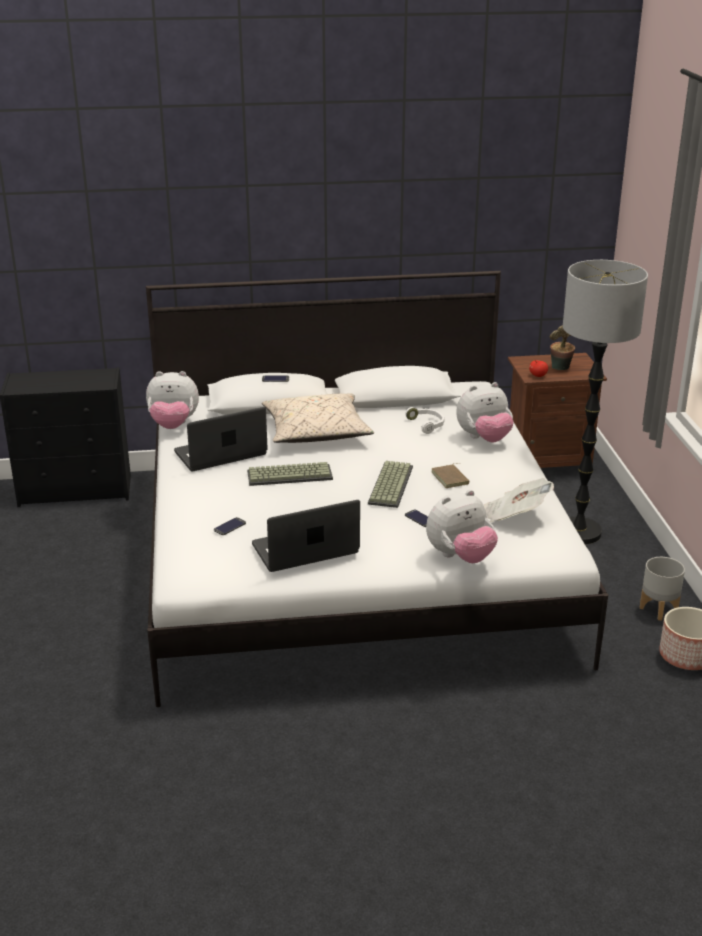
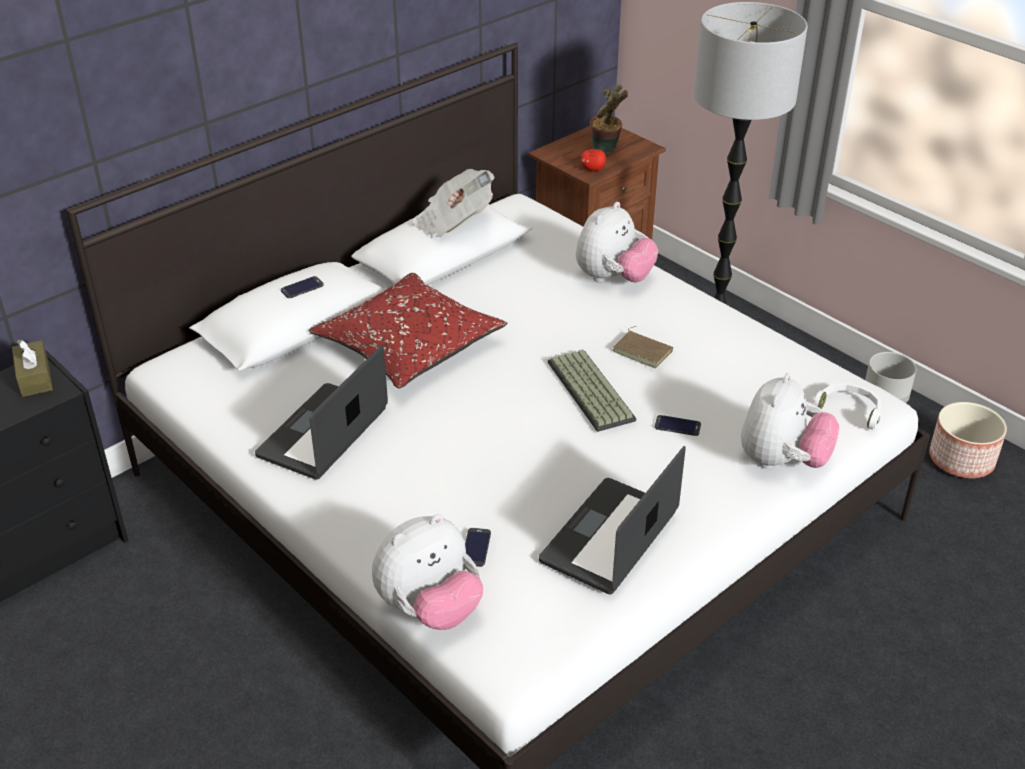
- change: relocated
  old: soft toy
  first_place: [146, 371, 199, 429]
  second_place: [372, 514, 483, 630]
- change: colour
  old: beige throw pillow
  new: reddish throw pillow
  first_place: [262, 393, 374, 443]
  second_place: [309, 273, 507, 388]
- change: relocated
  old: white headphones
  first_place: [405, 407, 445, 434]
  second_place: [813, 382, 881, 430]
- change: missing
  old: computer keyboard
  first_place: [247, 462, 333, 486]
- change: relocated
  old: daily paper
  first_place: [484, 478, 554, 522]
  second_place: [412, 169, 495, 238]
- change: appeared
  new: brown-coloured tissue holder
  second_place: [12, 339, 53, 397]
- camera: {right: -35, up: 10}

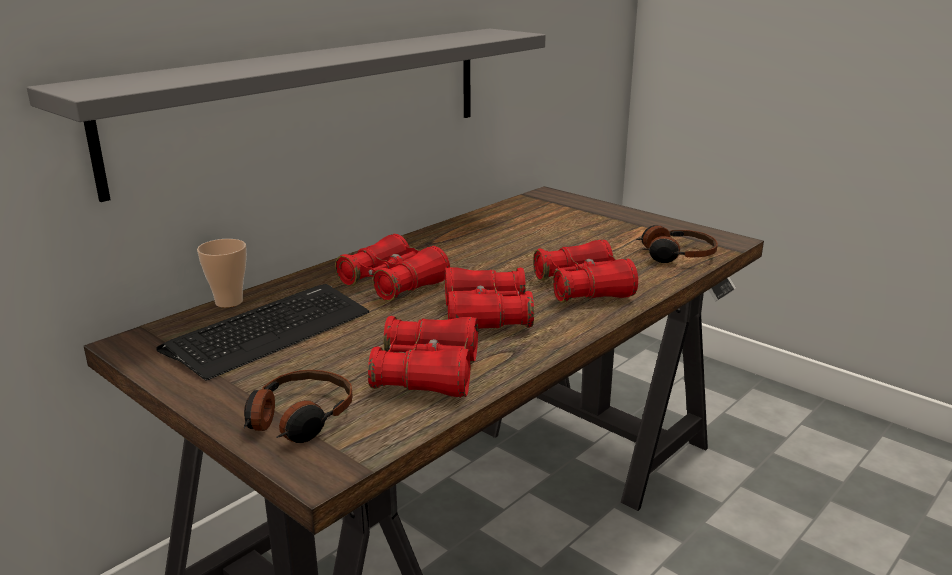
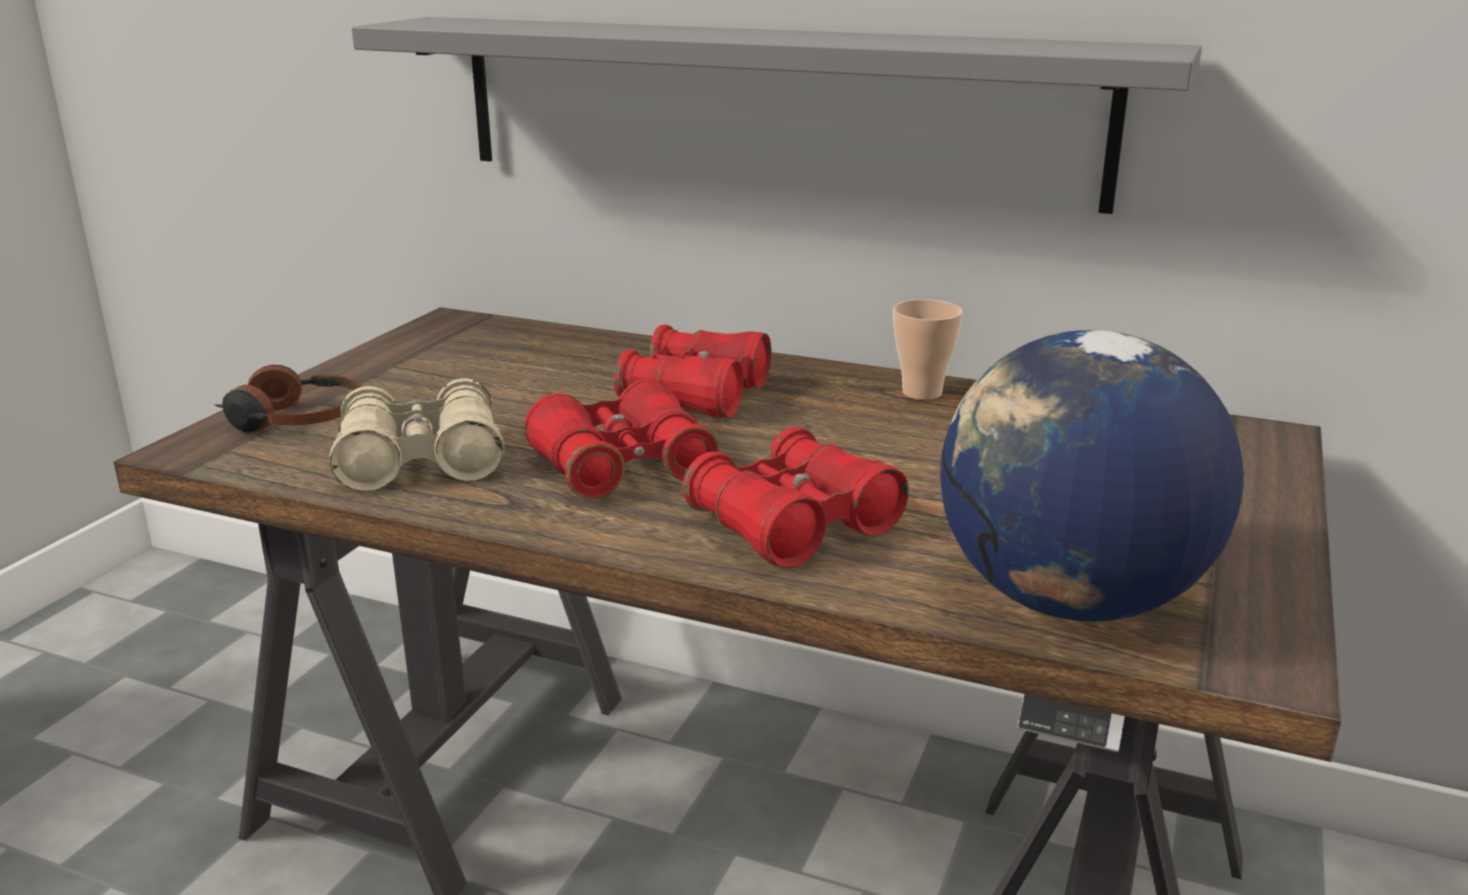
- change: exchanged
  old: headphones
  new: desk globe
  first_place: [636, 225, 718, 263]
  second_place: [940, 330, 1244, 622]
- change: relocated
  old: cup
  first_place: [197, 239, 247, 308]
  second_place: [893, 299, 963, 400]
- change: missing
  old: computer keyboard
  first_place: [156, 284, 369, 381]
- change: colour
  old: reddish pair of binoculars
  new: beige pair of binoculars
  first_place: [368, 316, 478, 398]
  second_place: [329, 378, 504, 492]
- camera: {right: 70, up: 0}

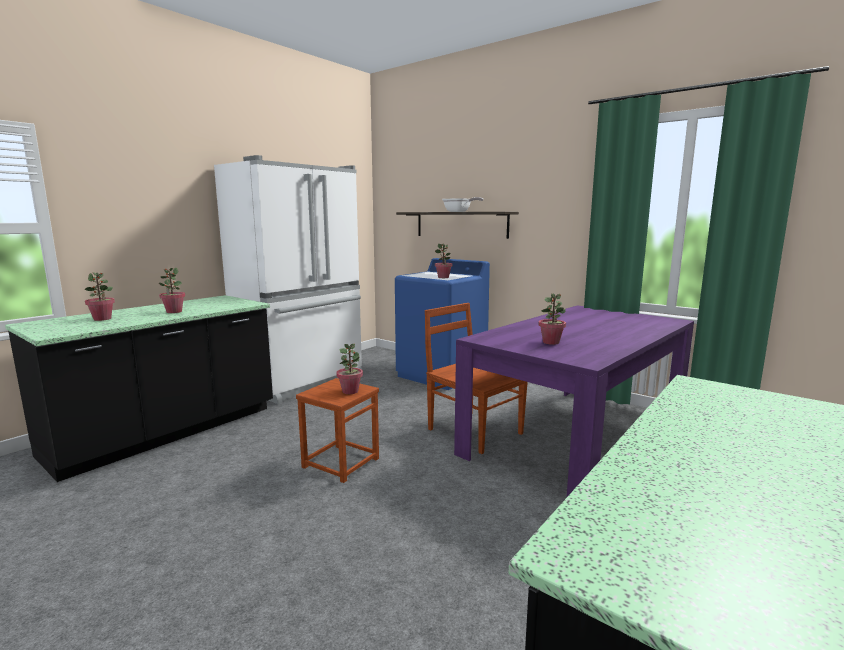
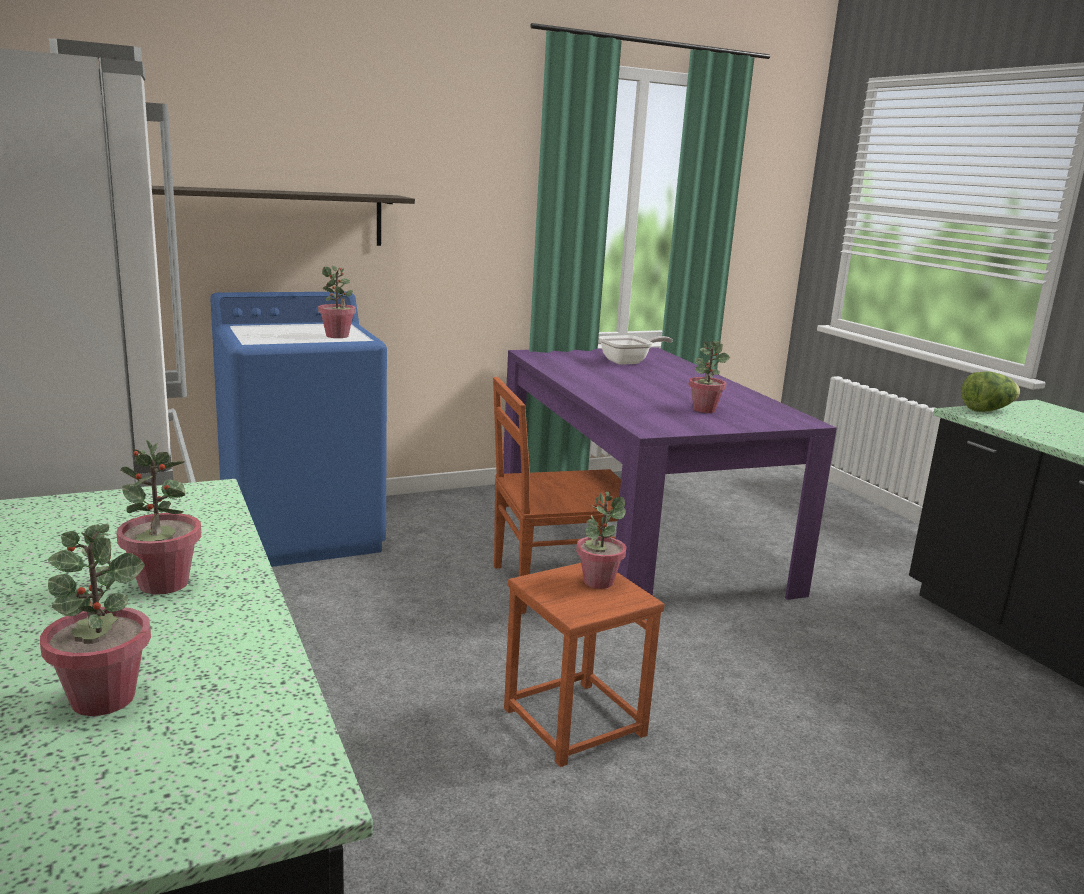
- change: relocated
  old: skillet
  first_place: [442, 197, 484, 212]
  second_place: [599, 335, 673, 365]
- change: appeared
  new: head of lettuce
  second_place: [961, 371, 1020, 412]
- camera: {right: -65, up: 5}

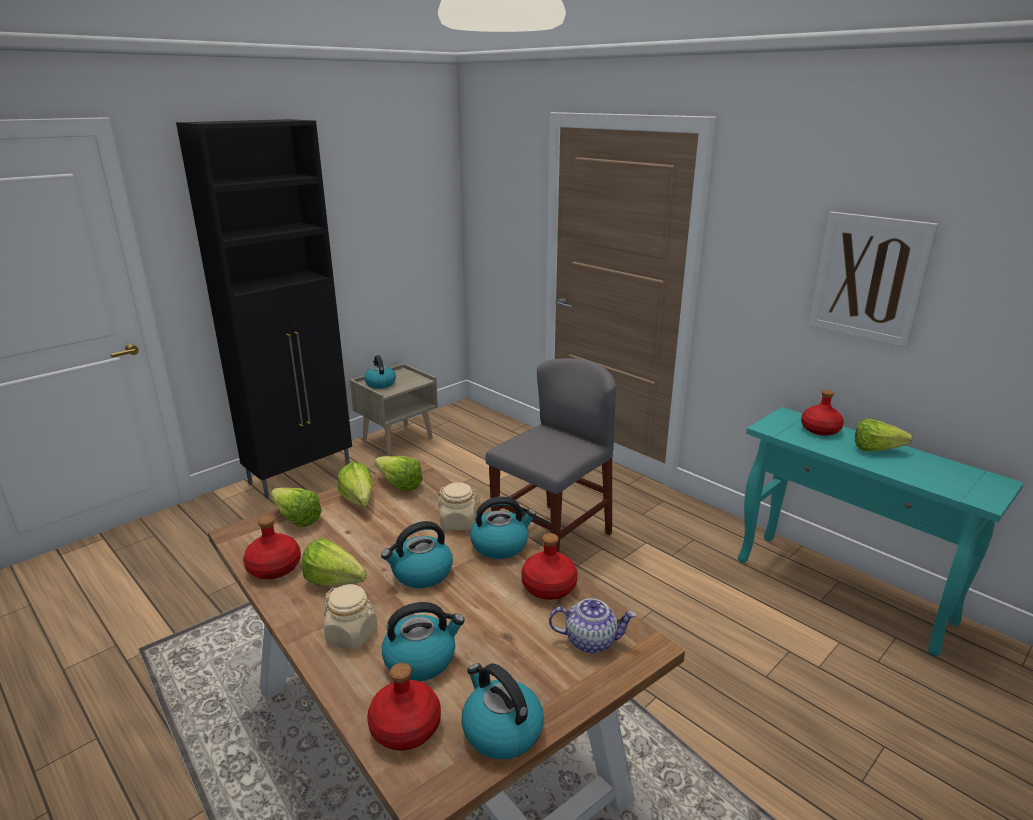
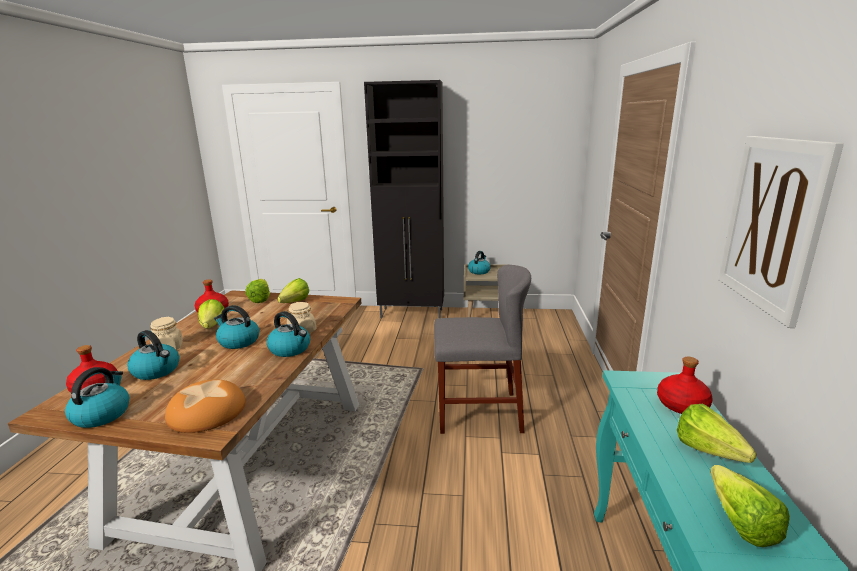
- change: relocated
  old: head of lettuce
  first_place: [374, 456, 423, 492]
  second_place: [710, 465, 790, 547]
- change: missing
  old: reddish drink bottle
  first_place: [521, 533, 578, 600]
- change: exchanged
  old: teapot
  new: bread
  first_place: [549, 598, 636, 653]
  second_place: [165, 380, 246, 433]
- camera: {right: 50, up: -5}

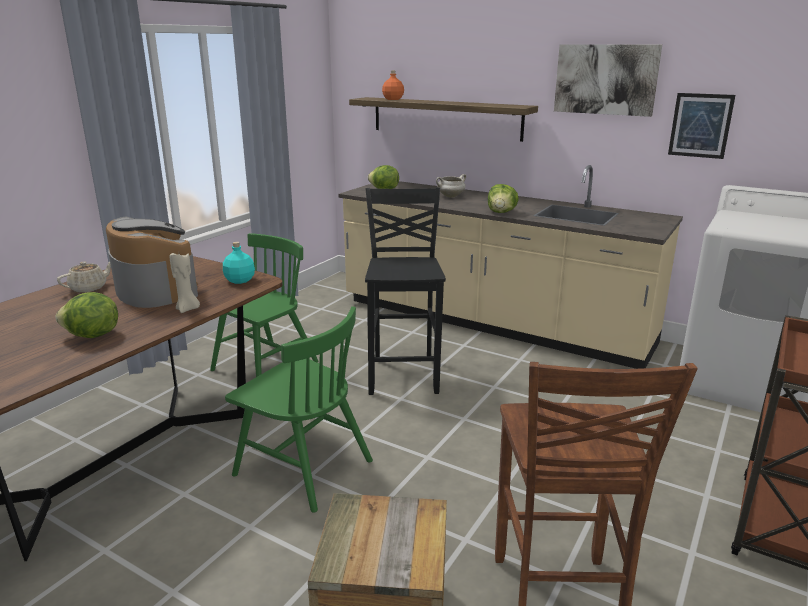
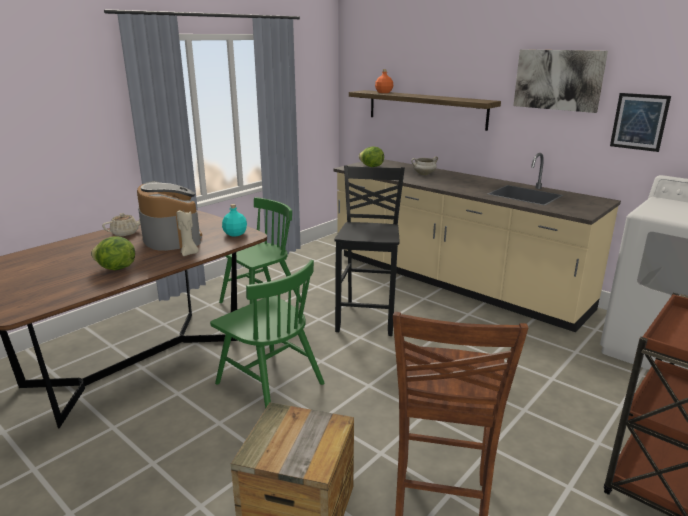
- change: missing
  old: head of lettuce
  first_place: [488, 184, 519, 213]
- camera: {right: 10, up: 0}

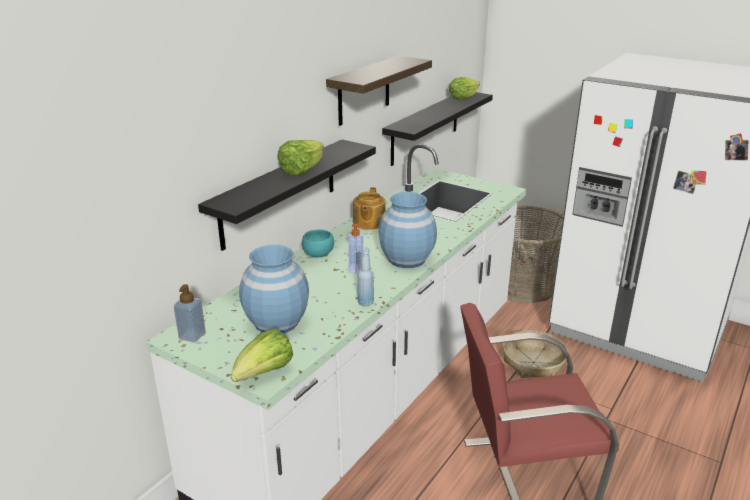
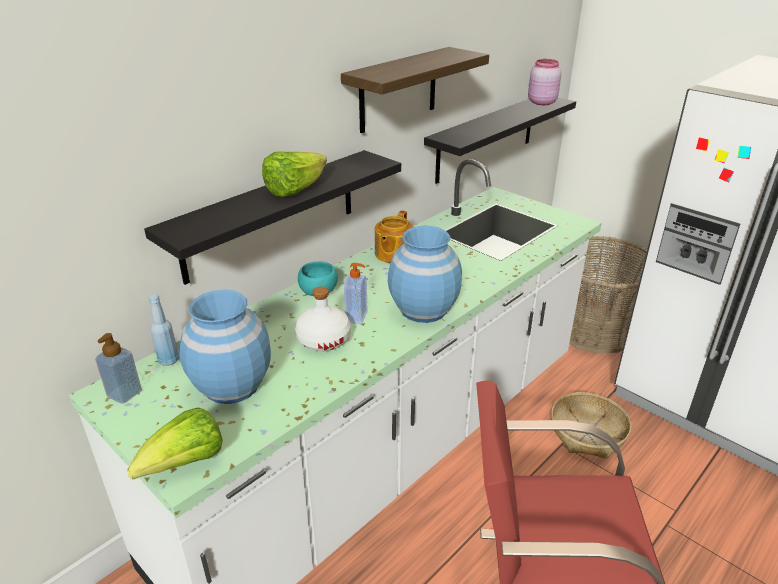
- change: exchanged
  old: head of lettuce
  new: pink-coloured preserve jar
  first_place: [449, 77, 480, 100]
  second_place: [528, 59, 561, 105]
- change: relocated
  old: blue-coloured drink bottle
  first_place: [358, 247, 374, 306]
  second_place: [149, 294, 179, 366]
- change: appeared
  new: white drink bottle
  second_place: [295, 287, 351, 351]
- camera: {right: 10, up: 5}

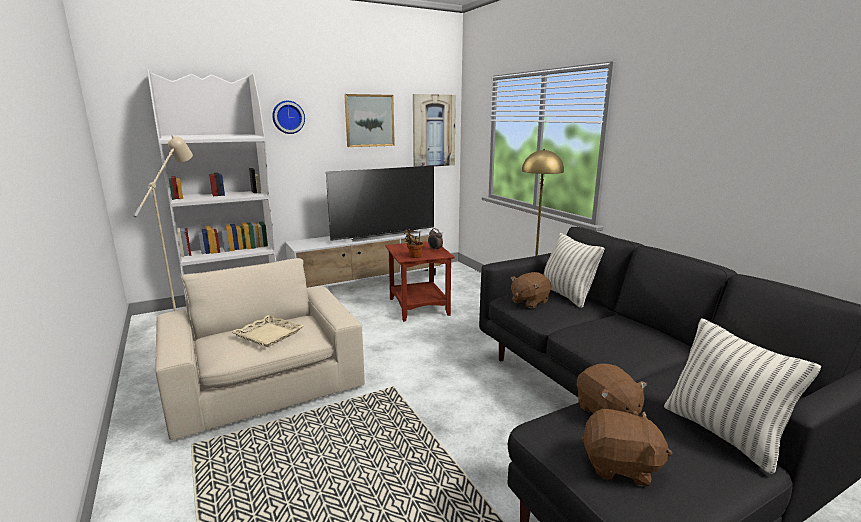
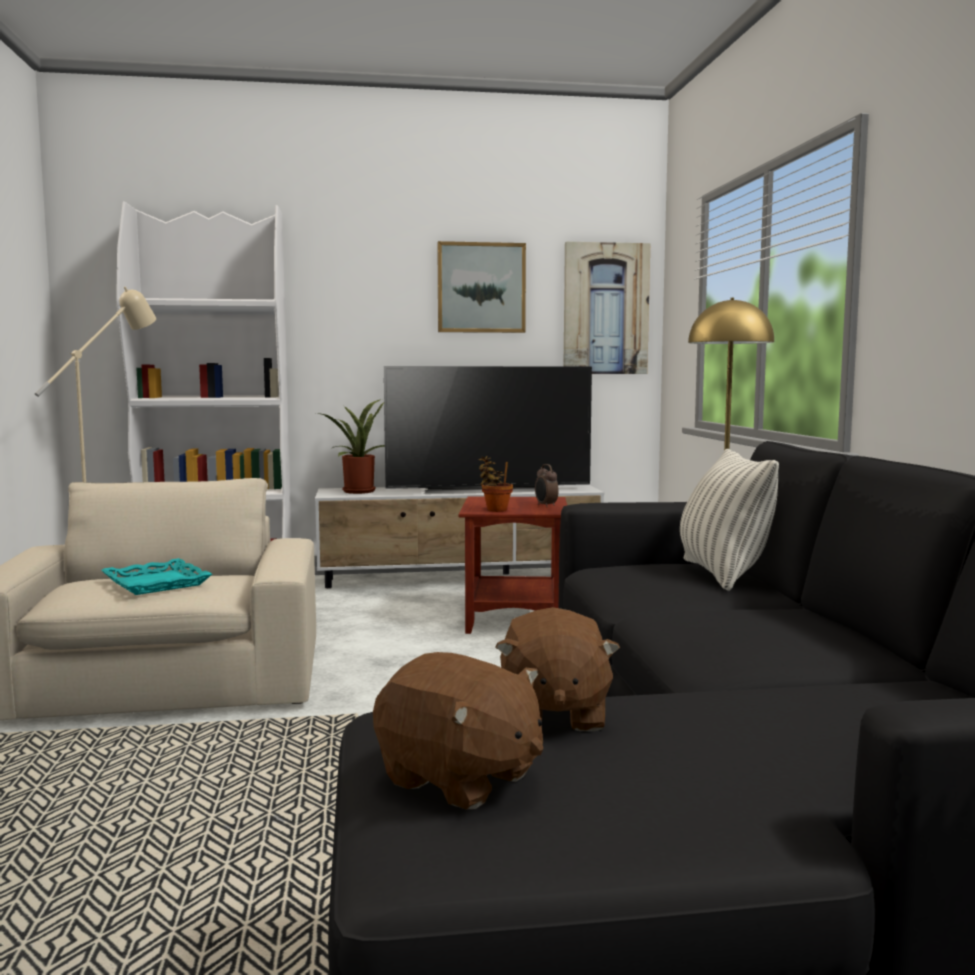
- change: missing
  old: hanging clock
  first_place: [272, 101, 305, 134]
- change: missing
  old: brown-coloured soft toy
  first_place: [511, 272, 551, 308]
- change: colour
  old: beige serving tray
  new: blue-green serving tray
  first_place: [232, 315, 303, 347]
  second_place: [101, 558, 212, 595]
- change: missing
  old: throw pillow
  first_place: [664, 318, 821, 474]
- change: appeared
  new: plant in a pot
  second_place: [316, 399, 385, 494]
- camera: {right: 20, up: -10}

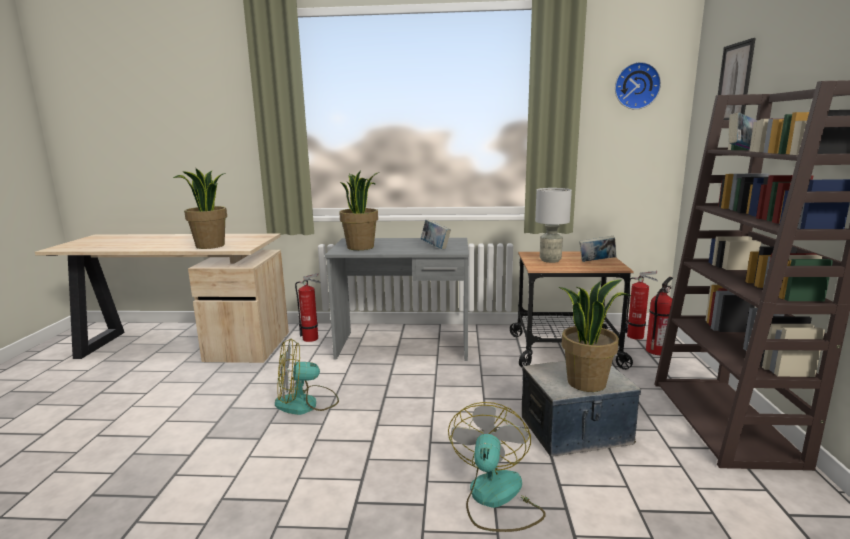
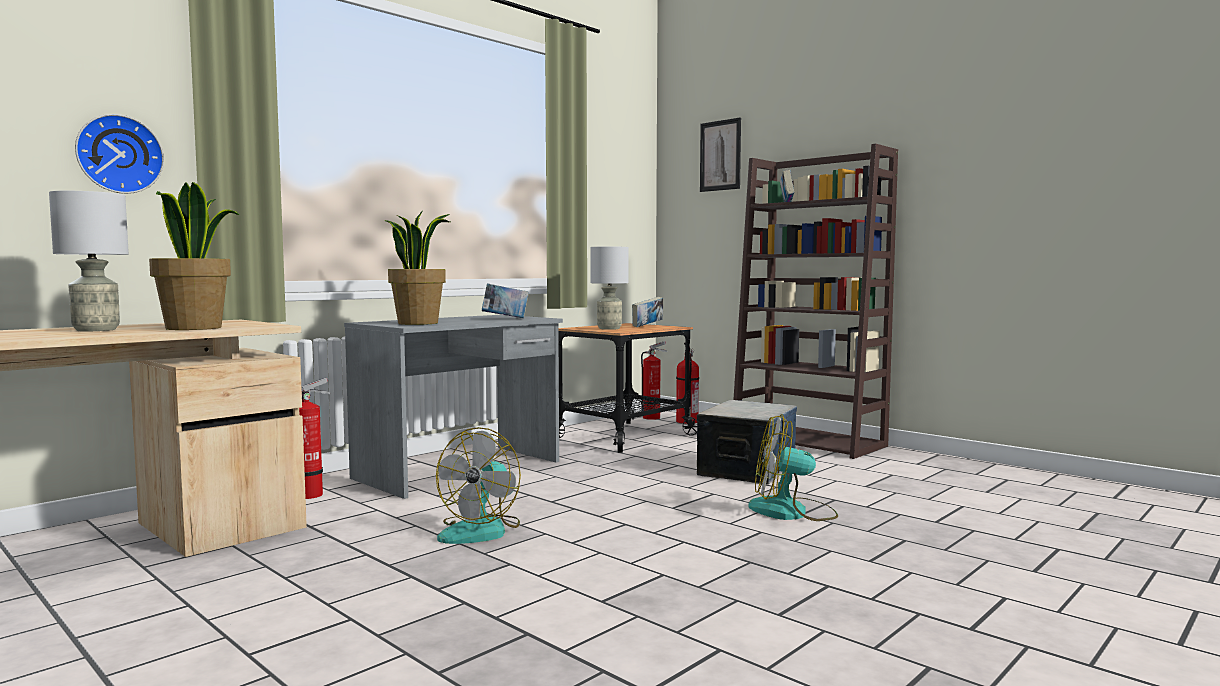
- change: relocated
  old: hanging clock
  first_place: [615, 62, 661, 110]
  second_place: [75, 114, 164, 194]
- change: missing
  old: plant in a pot
  first_place: [559, 279, 632, 392]
- change: spun
  old: cooling fan
  first_place: [448, 402, 546, 532]
  second_place: [748, 414, 838, 521]
  degrees: -45
- change: appeared
  new: grey tabletop lamp
  second_place: [49, 191, 129, 331]
- camera: {right: -50, up: -10}

